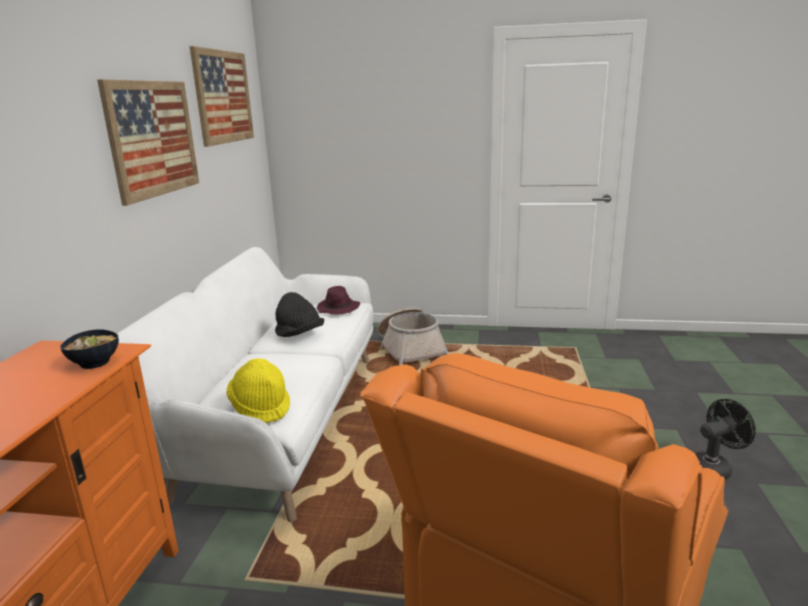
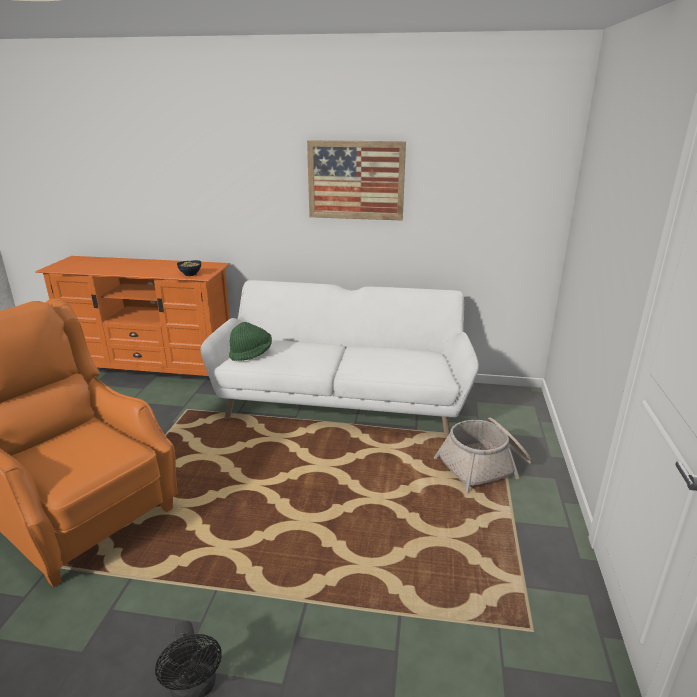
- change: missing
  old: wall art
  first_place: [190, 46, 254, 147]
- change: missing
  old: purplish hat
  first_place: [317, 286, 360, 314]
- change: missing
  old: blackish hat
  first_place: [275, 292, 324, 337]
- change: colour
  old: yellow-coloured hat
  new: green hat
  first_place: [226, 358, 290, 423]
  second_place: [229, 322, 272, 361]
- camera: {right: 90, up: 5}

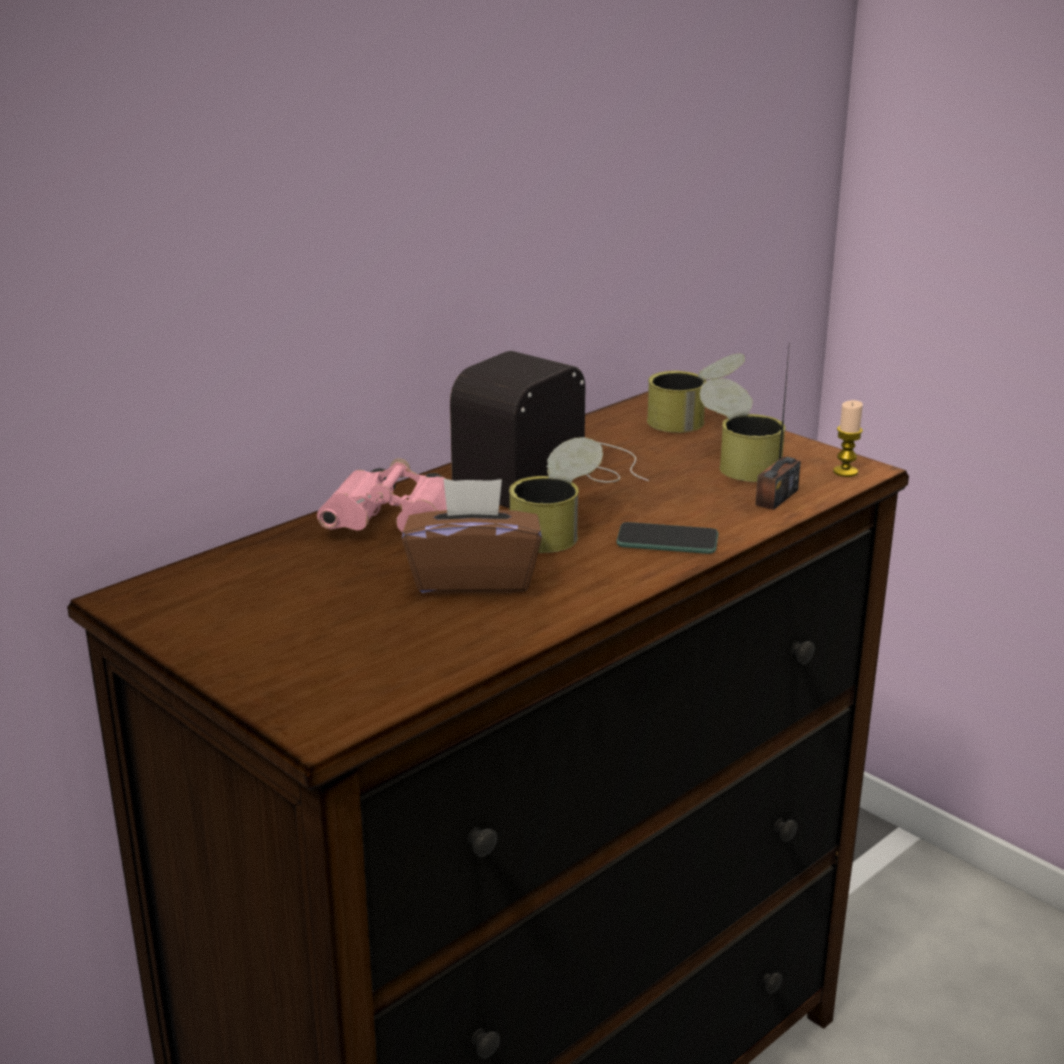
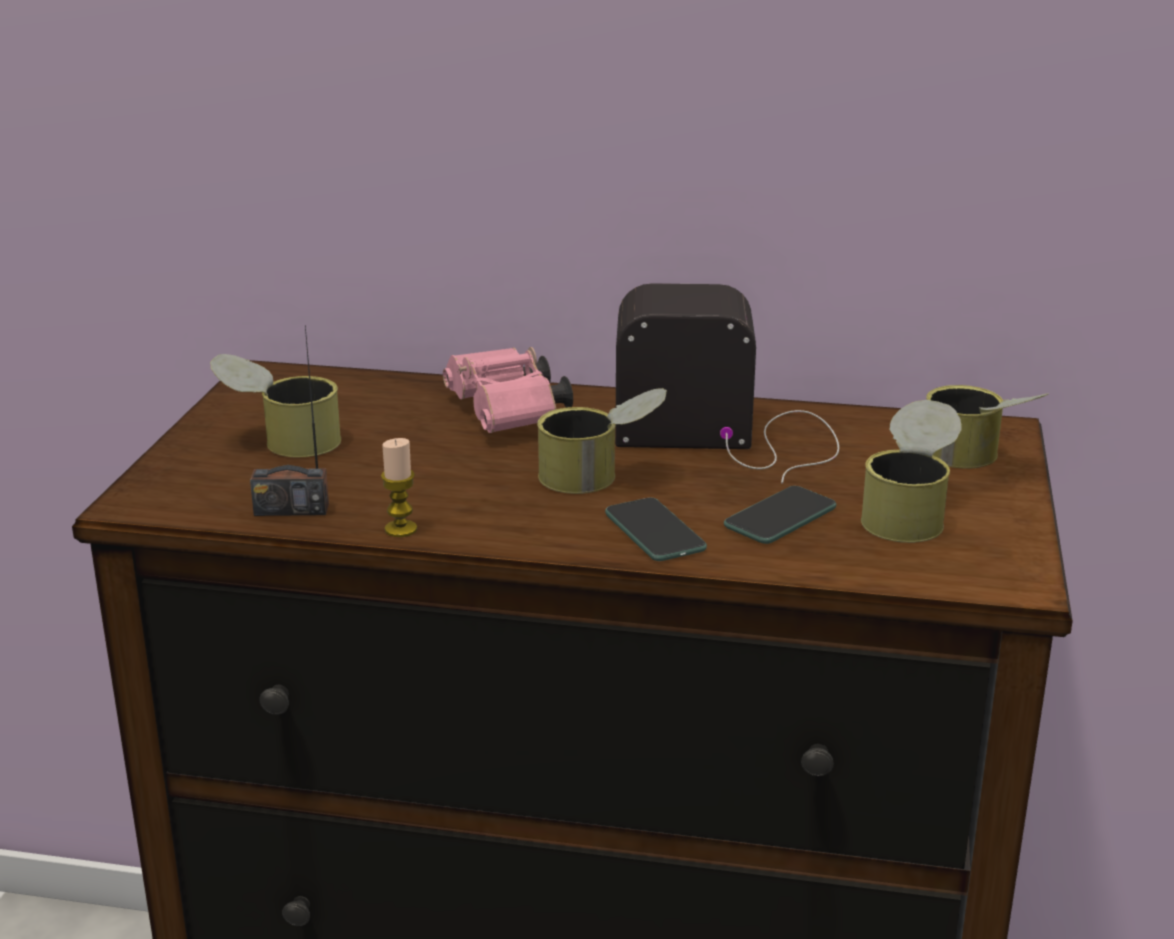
- change: relocated
  old: radio
  first_place: [756, 349, 801, 510]
  second_place: [250, 325, 329, 516]
- change: relocated
  old: wax candle
  first_place: [833, 400, 863, 477]
  second_place: [381, 438, 417, 537]
- change: missing
  old: brown-coloured tissue holder
  first_place: [402, 479, 542, 594]
- change: appeared
  new: sealed can
  second_place: [210, 354, 341, 457]
- change: appeared
  new: phone
  second_place: [724, 486, 836, 544]
- camera: {right: 55, up: 0}

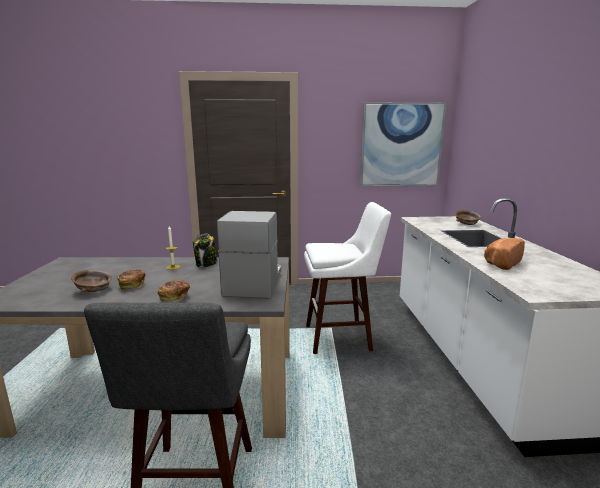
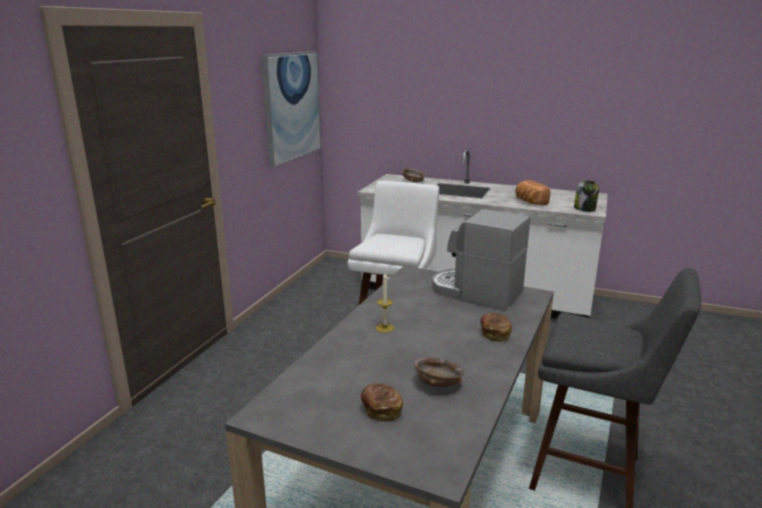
- change: relocated
  old: preserve jar
  first_place: [193, 234, 218, 267]
  second_place: [574, 180, 599, 212]
- change: relocated
  old: bread
  first_place: [118, 269, 145, 290]
  second_place: [361, 383, 403, 421]
- camera: {right: -65, up: 5}

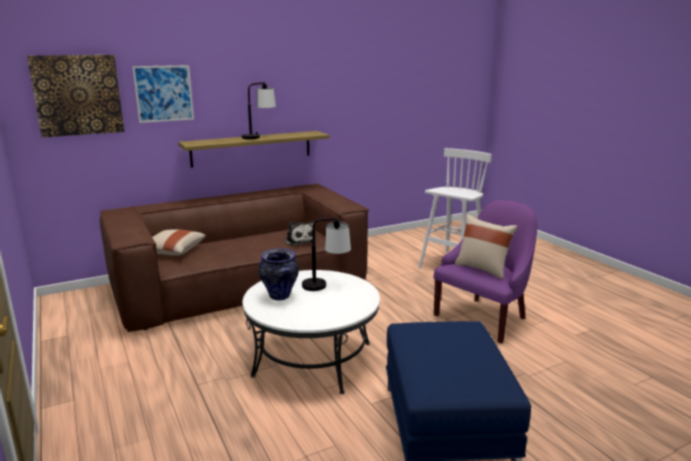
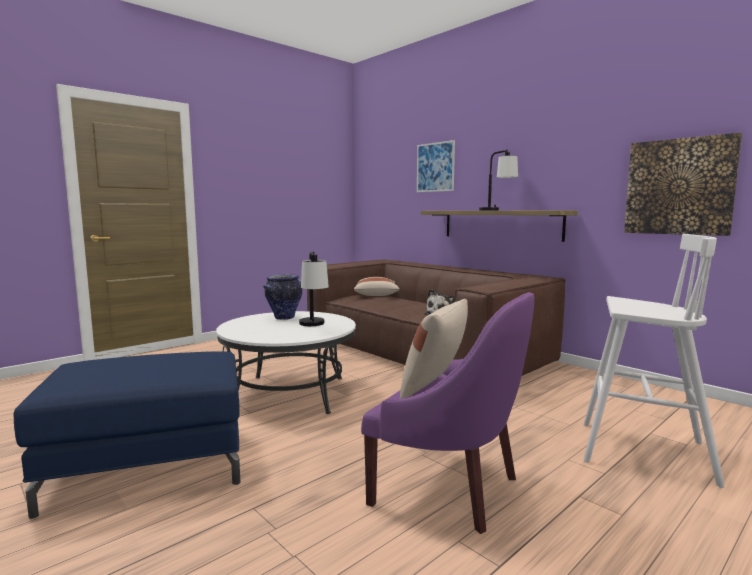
- change: relocated
  old: wall art
  first_place: [27, 55, 124, 137]
  second_place: [624, 133, 742, 236]
- camera: {right: 75, up: -10}

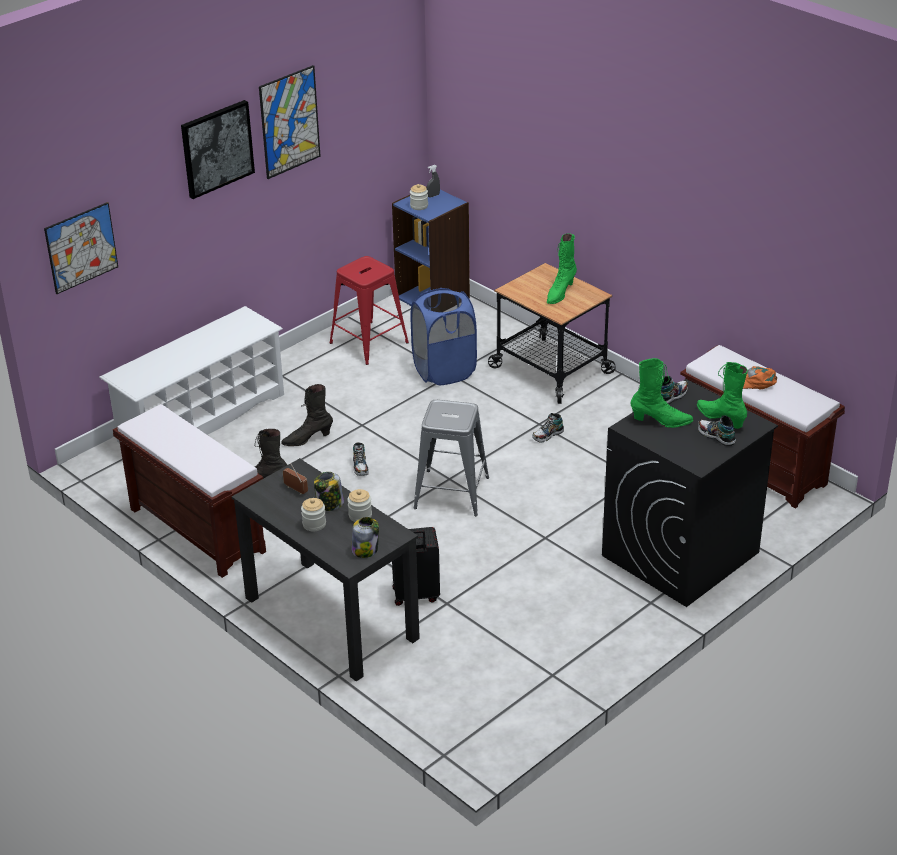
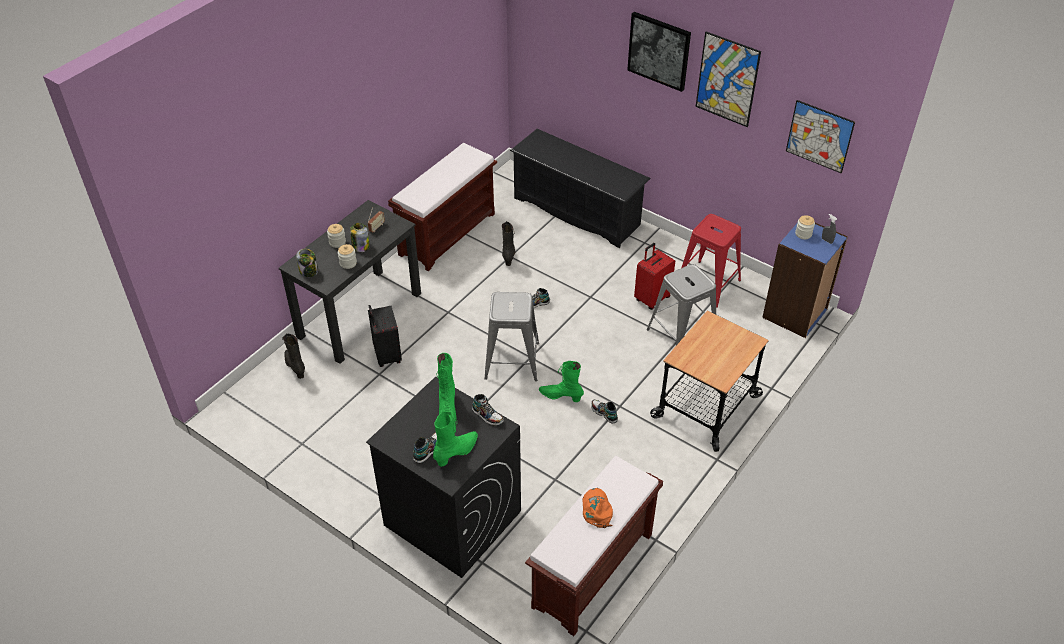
- change: relocated
  old: wall art
  first_place: [44, 202, 118, 294]
  second_place: [786, 100, 855, 173]
- change: relocated
  old: green tall boot
  first_place: [547, 234, 577, 304]
  second_place: [539, 361, 584, 402]
- change: exchanged
  old: blue-coloured washing basket
  new: grey stool seat
  first_place: [411, 288, 477, 385]
  second_place: [647, 264, 716, 345]
- change: colour
  old: white shoe rack
  new: blackish shoe rack
  first_place: [99, 306, 284, 443]
  second_place: [510, 129, 651, 248]
- change: relocated
  old: blackish tall boot
  first_place: [281, 384, 333, 446]
  second_place: [282, 333, 305, 379]
- change: appeared
  new: reddish travel case
  second_place: [634, 243, 675, 310]
- camera: {right: 80, up: 10}

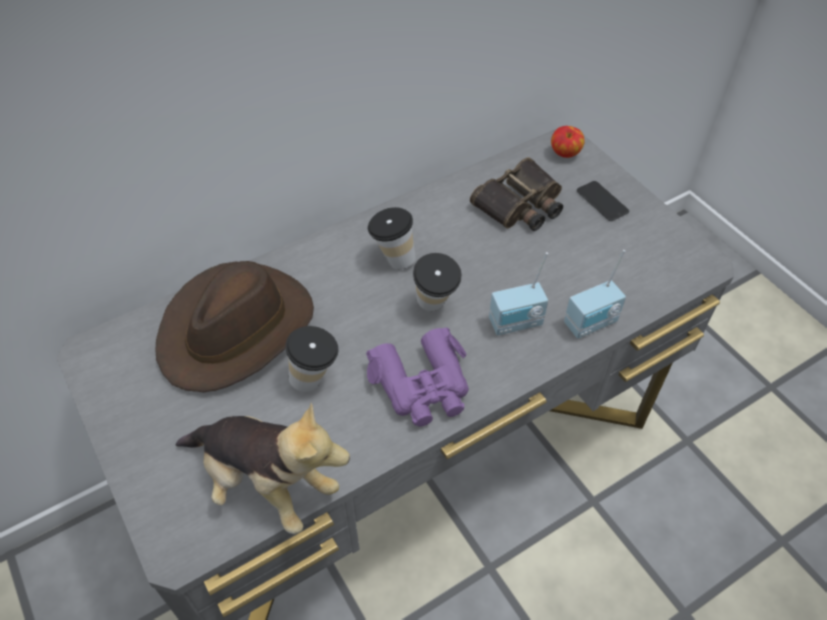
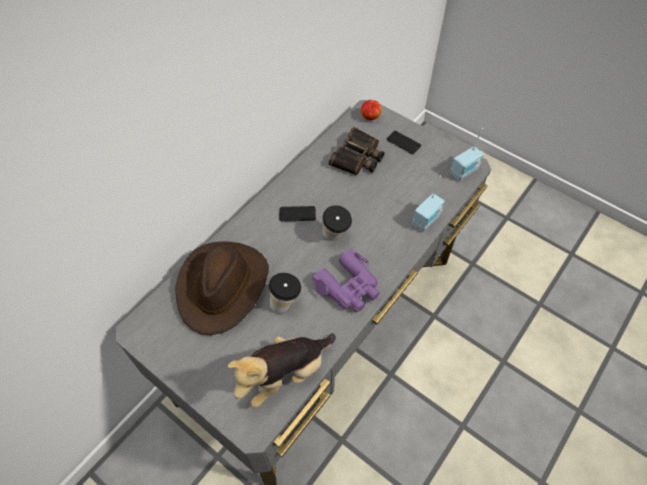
- change: exchanged
  old: cup
  new: phone
  first_place: [368, 207, 416, 269]
  second_place: [279, 206, 316, 221]
- change: relocated
  old: radio
  first_place: [489, 252, 548, 335]
  second_place: [450, 128, 484, 181]
- change: spun
  old: soft toy
  first_place: [176, 403, 350, 534]
  second_place: [228, 333, 336, 408]
  degrees: 135
- camera: {right: -20, up: 5}

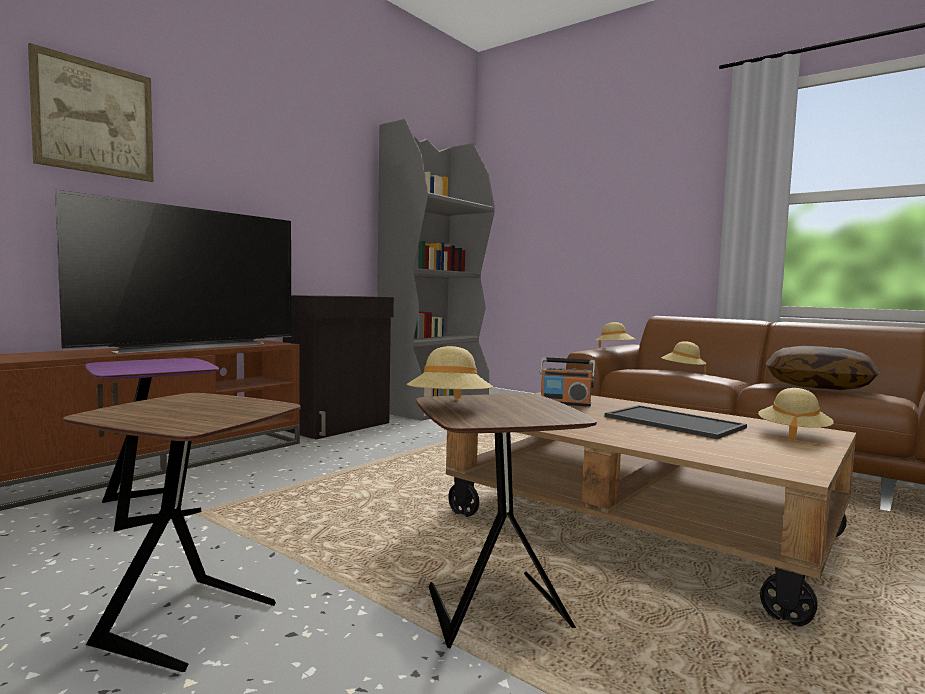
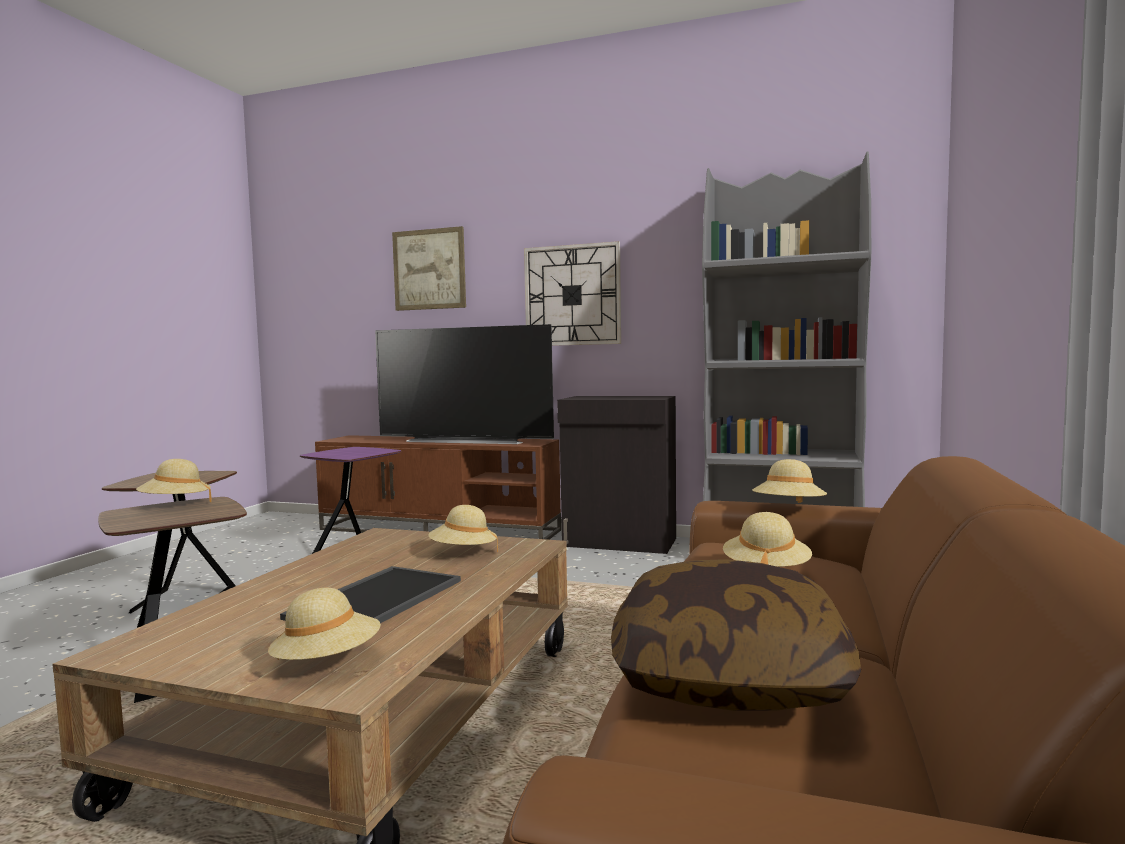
- change: exchanged
  old: radio
  new: beige hat
  first_place: [540, 357, 595, 407]
  second_place: [428, 505, 498, 552]
- change: appeared
  new: hanging clock
  second_place: [524, 241, 621, 346]
- camera: {right: 70, up: 0}

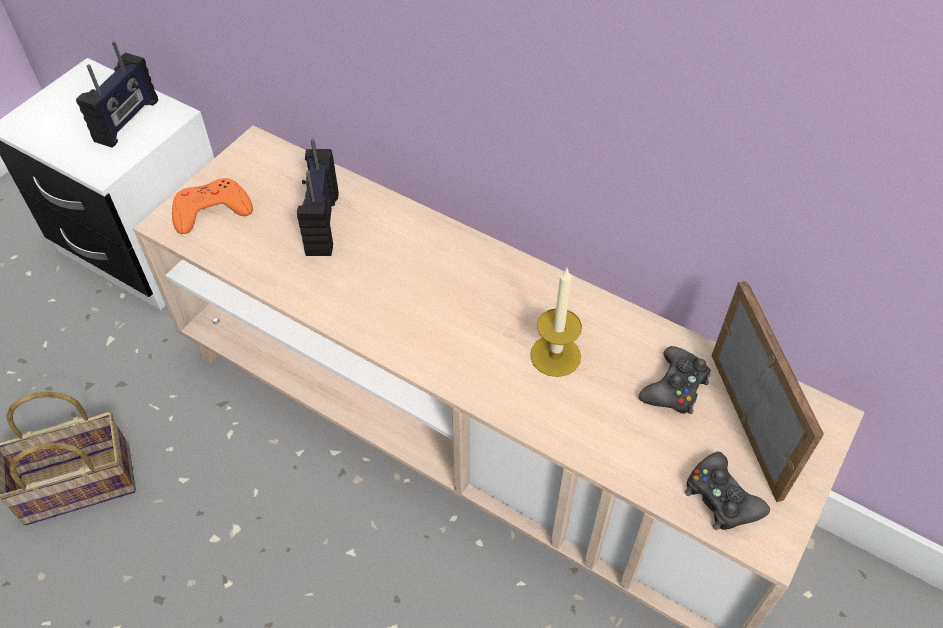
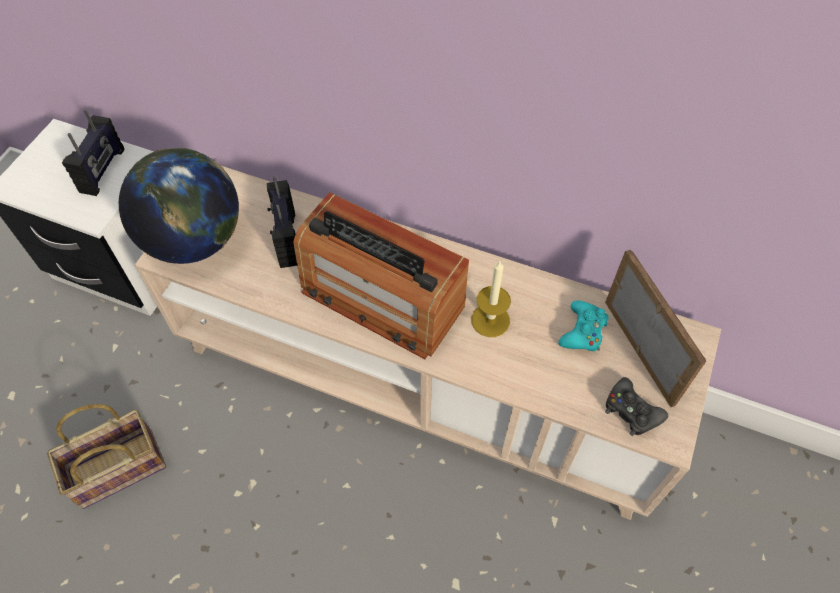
- change: exchanged
  old: orange-coloured game controller
  new: desk globe
  first_place: [172, 178, 253, 234]
  second_place: [119, 148, 239, 264]
- change: colour
  old: blackish game controller
  new: blue-green game controller
  first_place: [639, 346, 711, 414]
  second_place: [558, 300, 609, 351]
- change: appeared
  new: radio
  second_place: [294, 192, 469, 359]
- camera: {right: -10, up: 5}

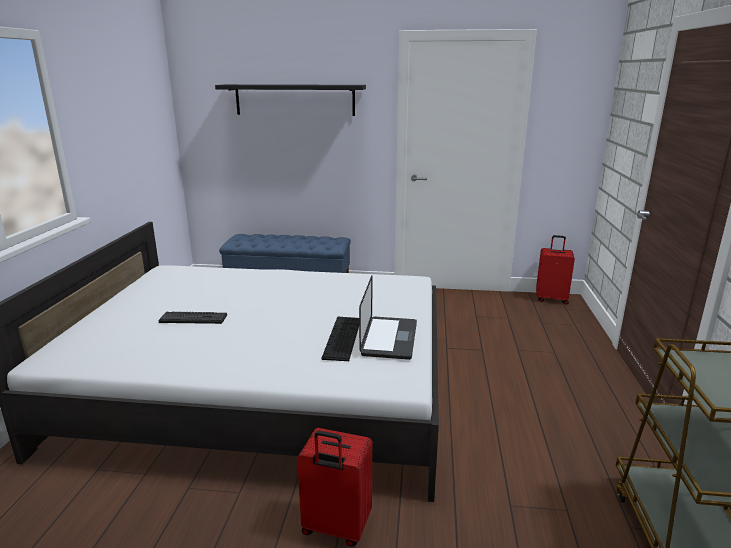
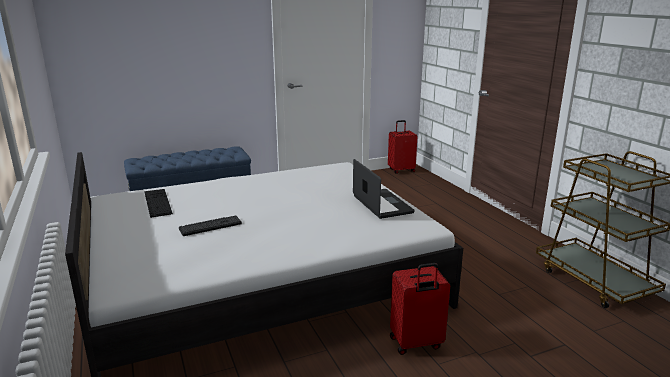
- change: missing
  old: blackish shelf
  first_place: [215, 84, 366, 116]
- change: relocated
  old: computer keyboard
  first_place: [322, 317, 359, 361]
  second_place: [144, 189, 173, 218]
- camera: {right: -30, up: 0}

